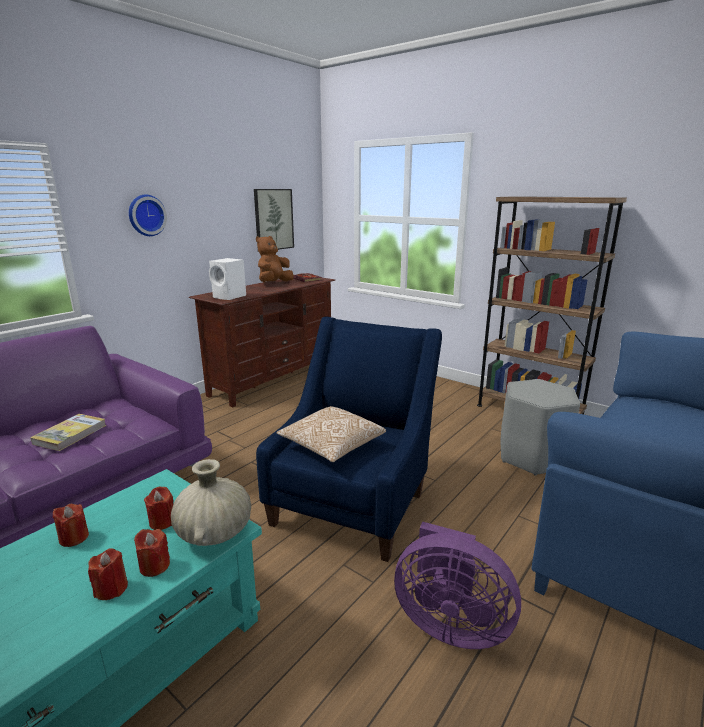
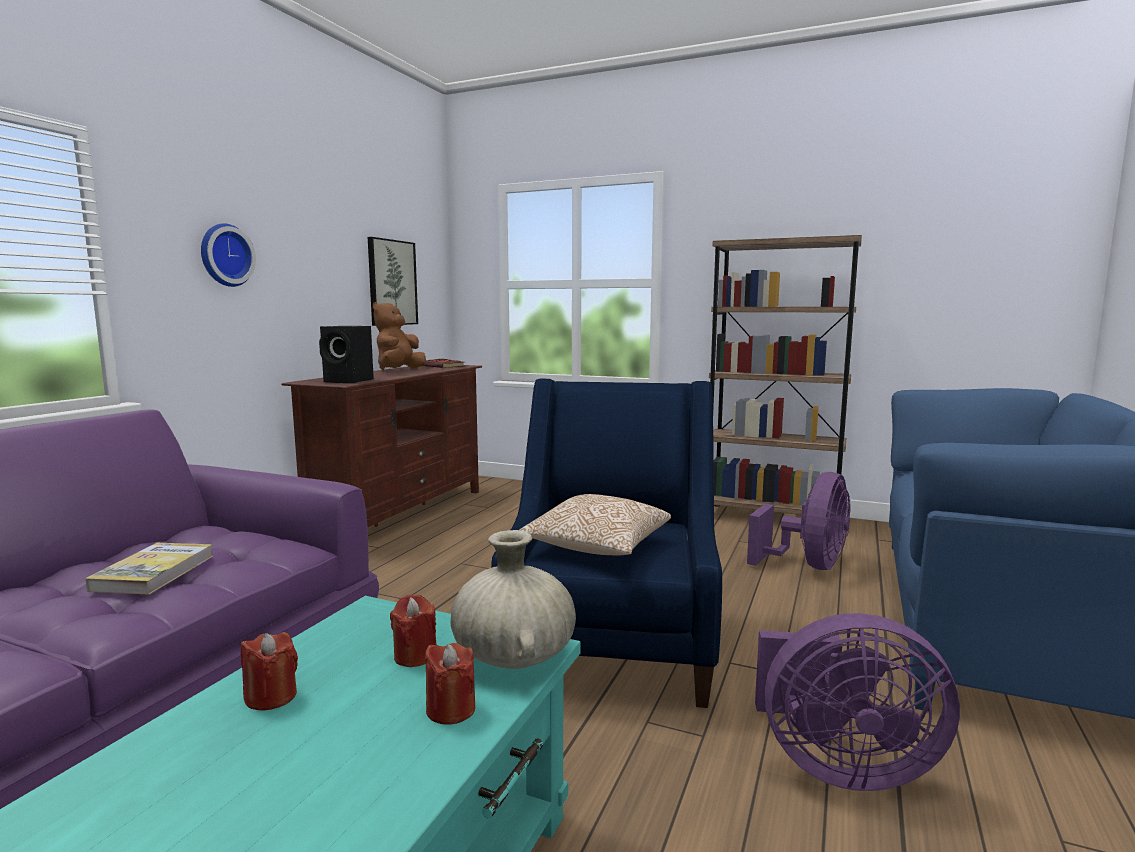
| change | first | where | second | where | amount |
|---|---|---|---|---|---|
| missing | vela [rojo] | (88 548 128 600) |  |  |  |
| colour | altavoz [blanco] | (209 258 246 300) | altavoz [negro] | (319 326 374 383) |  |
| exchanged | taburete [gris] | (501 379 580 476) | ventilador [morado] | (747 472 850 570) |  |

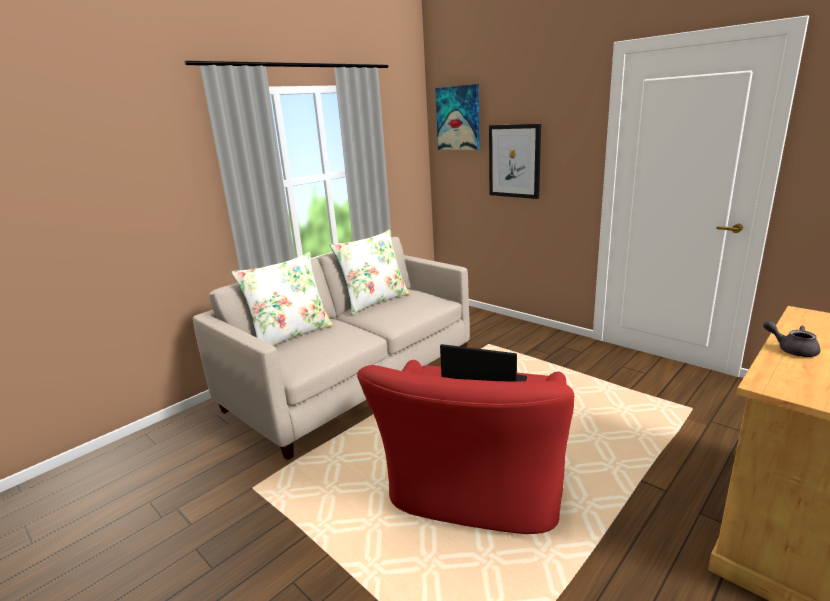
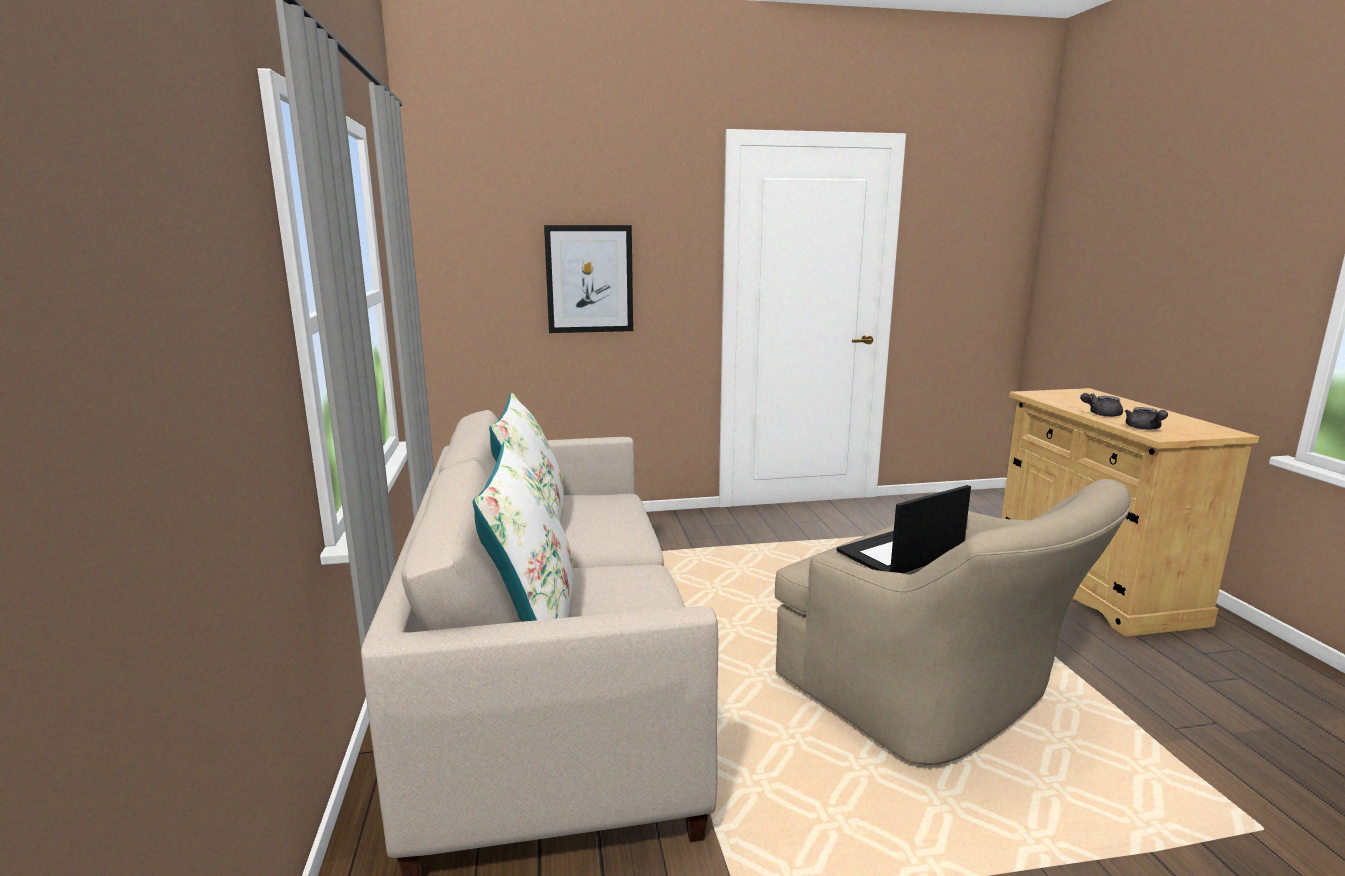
| change | first | where | second | where | amount |
|---|---|---|---|---|---|
| colour | sillón [rojo] | (357 360 575 534) | sillón [beis] | (775 479 1131 765) |  |
| missing | cuadro | (435 84 480 150) |  |  |  |
| appeared |  |  | tetera [gris] | (1125 407 1168 430) |  |

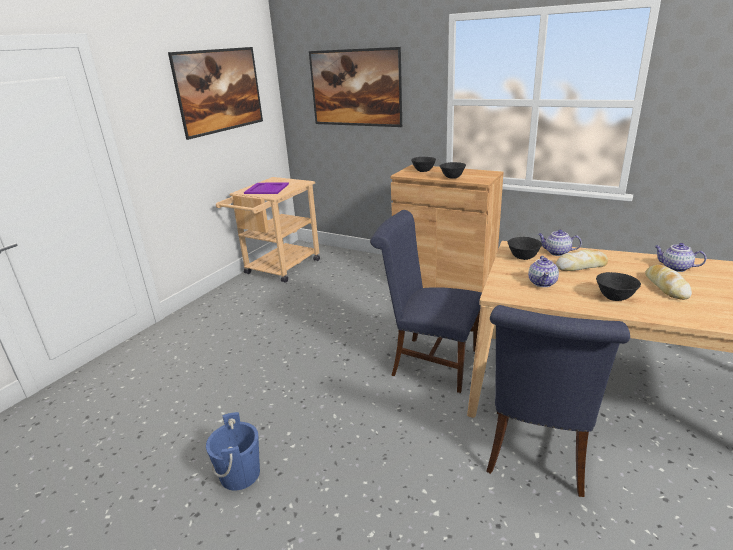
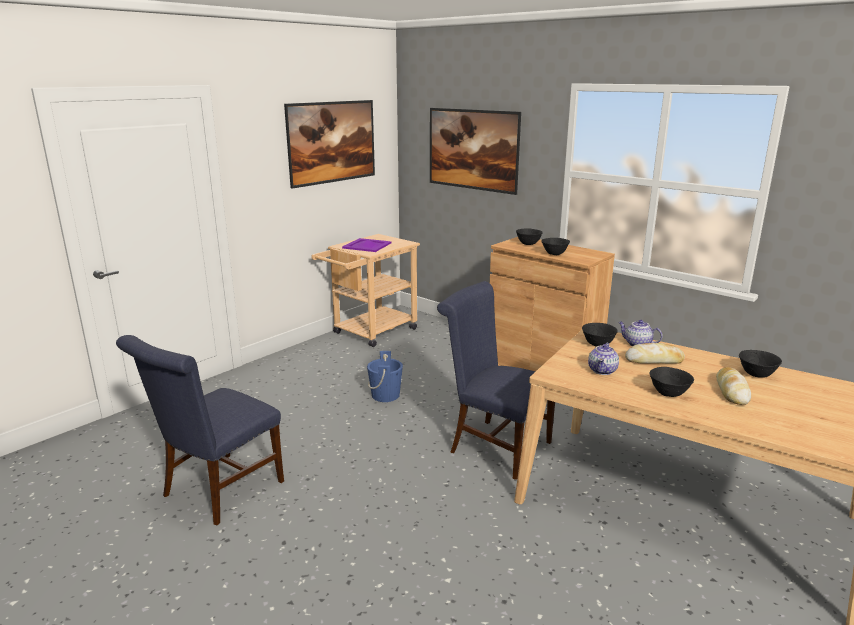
| change | first | where | second | where | amount |
|---|---|---|---|---|---|
| relocated | cubo [azul] | (206 412 260 491) |  | (367 351 403 402) |  |
| relocated | silla [azul] | (486 305 630 497) |  | (116 335 284 526) |  |
| exchanged | tetera | (654 243 706 272) | cuenco [negro] | (739 350 782 378) |  |

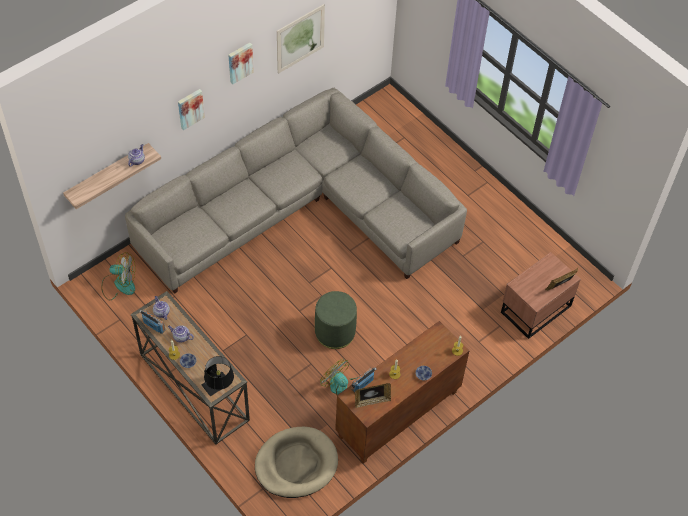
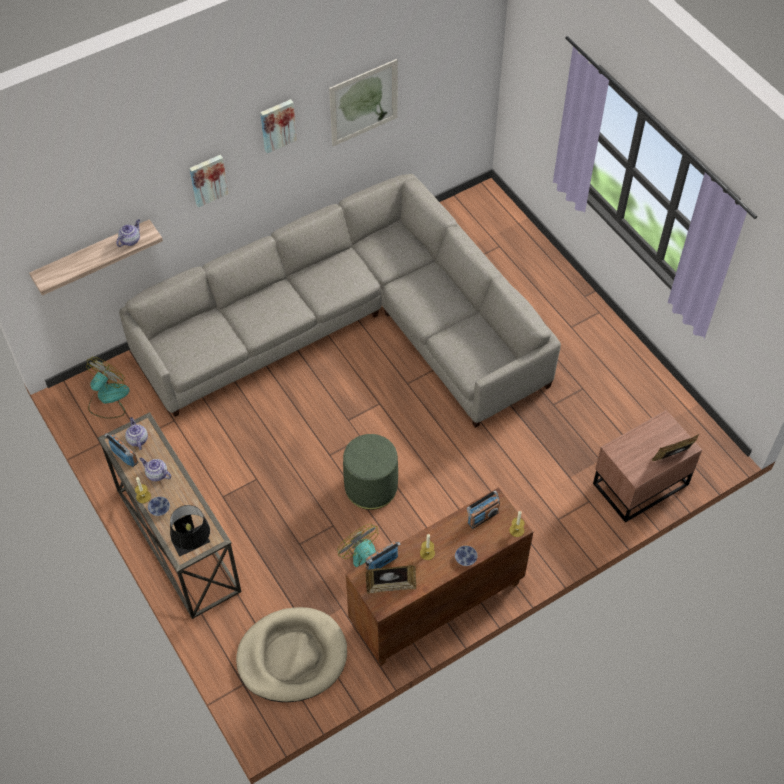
| change | first | where | second | where | amount |
|---|---|---|---|---|---|
| spun | ventilador | (101 252 135 300) |  | (86 357 130 419) | 75 degrees counterclockwise |
| appeared |  |  | radio | (467 491 500 529) |  |

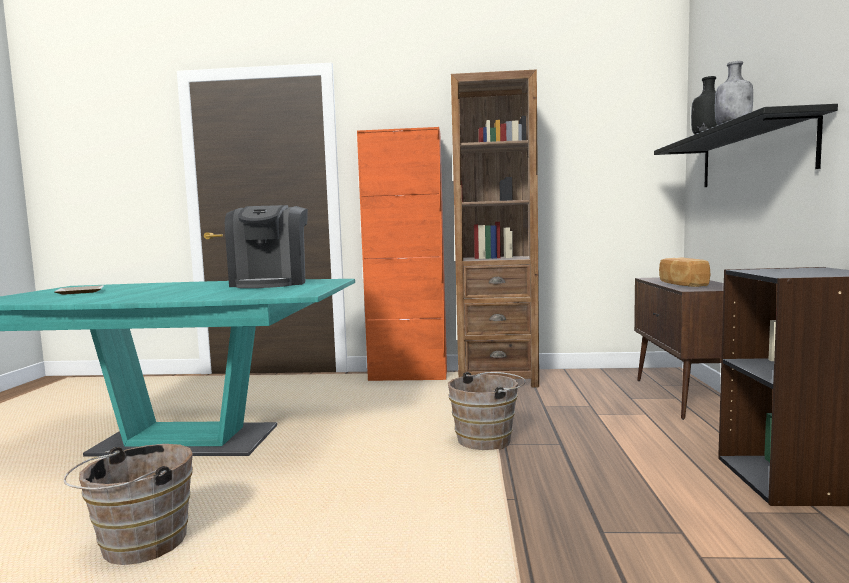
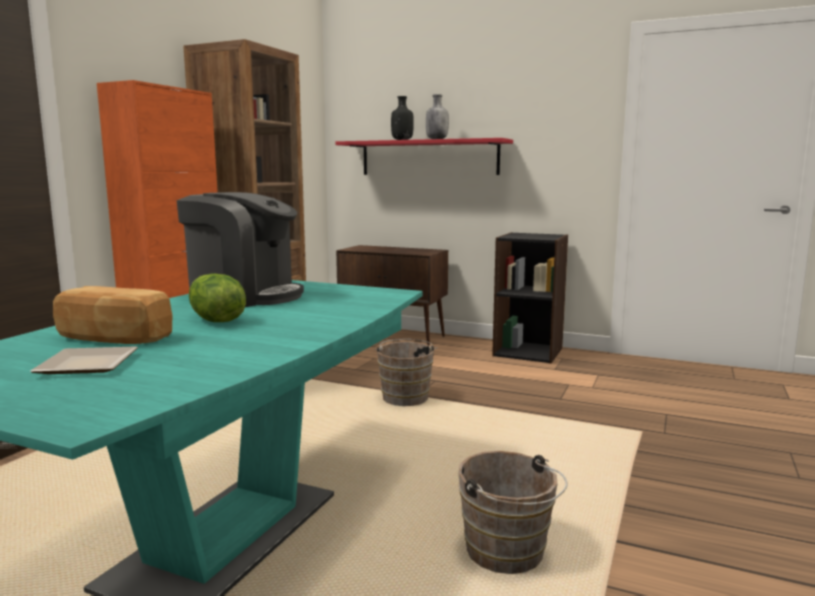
| change | first | where | second | where | amount |
|---|---|---|---|---|---|
| colour | estante [negro] | (654 104 838 187) | estante [rojo] | (335 138 513 175) |  |
| relocated | pan | (659 258 710 287) |  | (53 286 172 344) |  |
| appeared |  |  | lechuga | (189 273 246 322) |  |

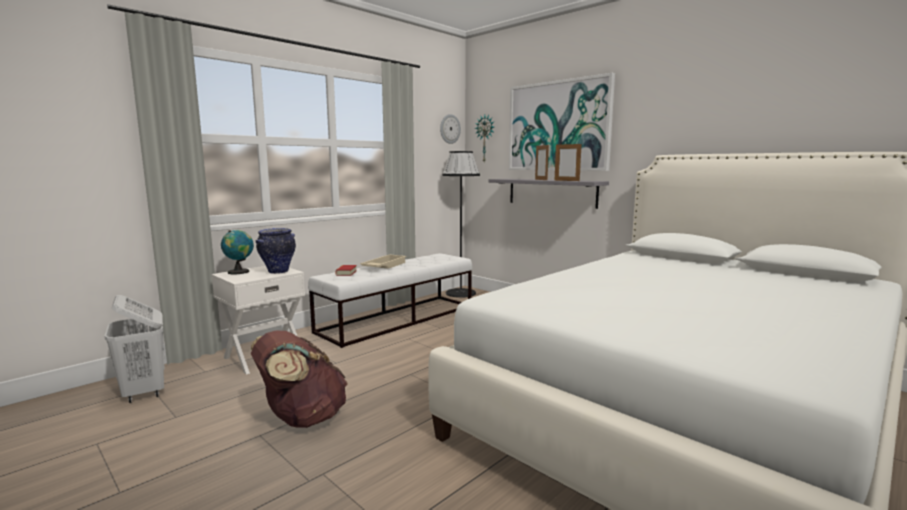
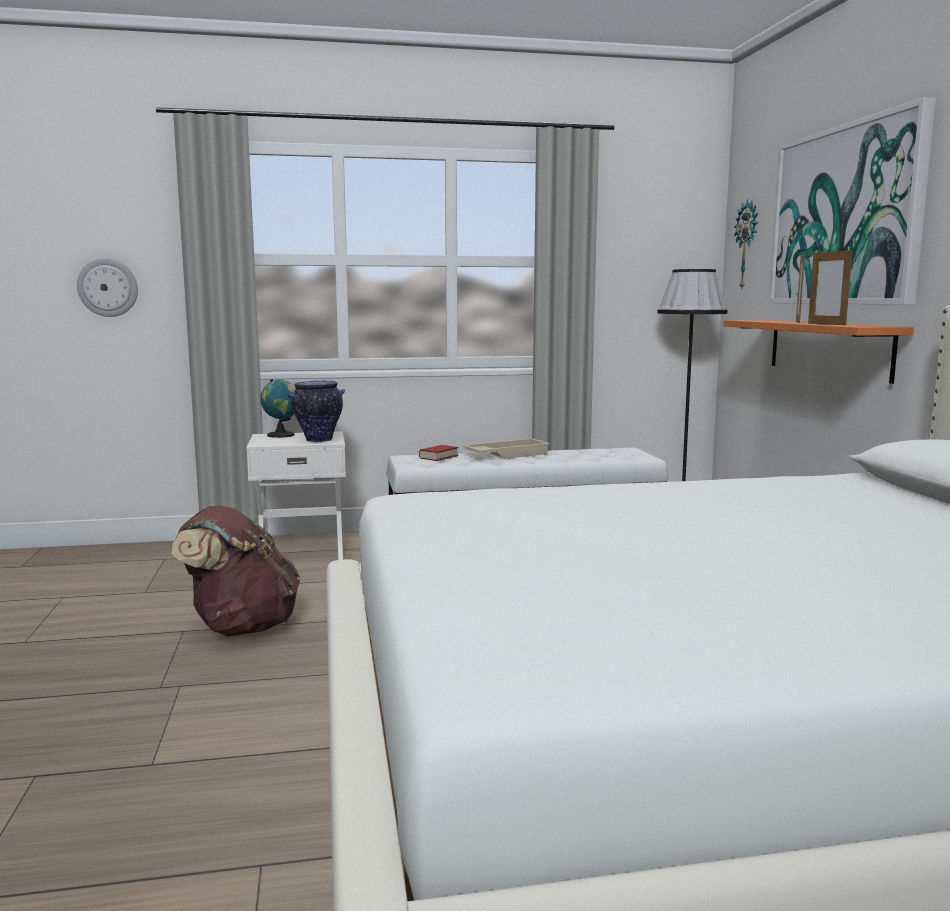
| change | first | where | second | where | amount |
|---|---|---|---|---|---|
| missing | cesto de la ropa [blanco] | (104 295 164 403) |  |  |  |
| relocated | reloj de pared | (440 114 461 144) |  | (77 258 138 317) |  |
| colour | estante [gris] | (488 179 609 209) | estante [naranja] | (724 320 914 384) |  |

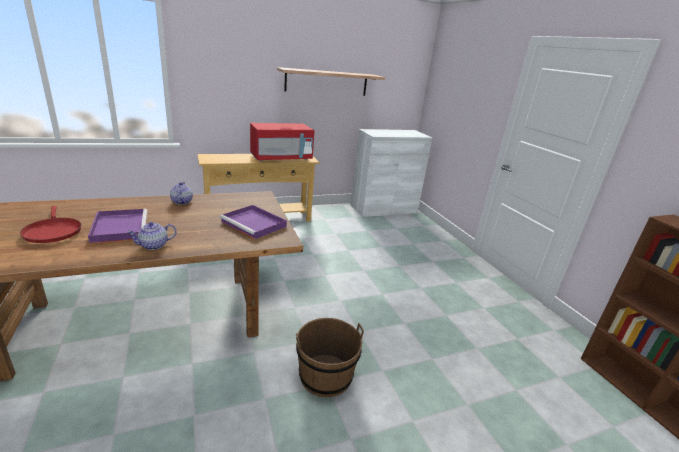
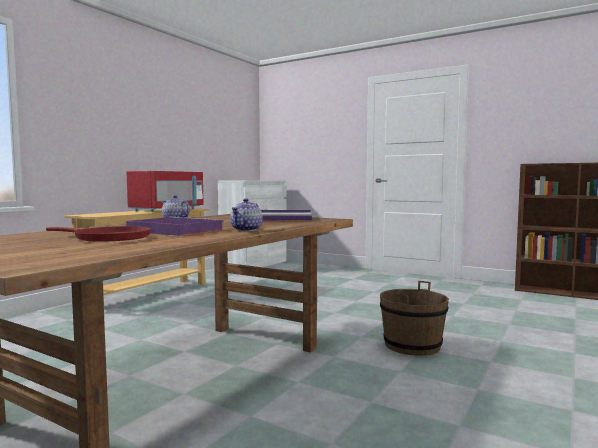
| change | first | where | second | where | amount |
|---|---|---|---|---|---|
| missing | estante | (277 67 385 96) |  |  |  |

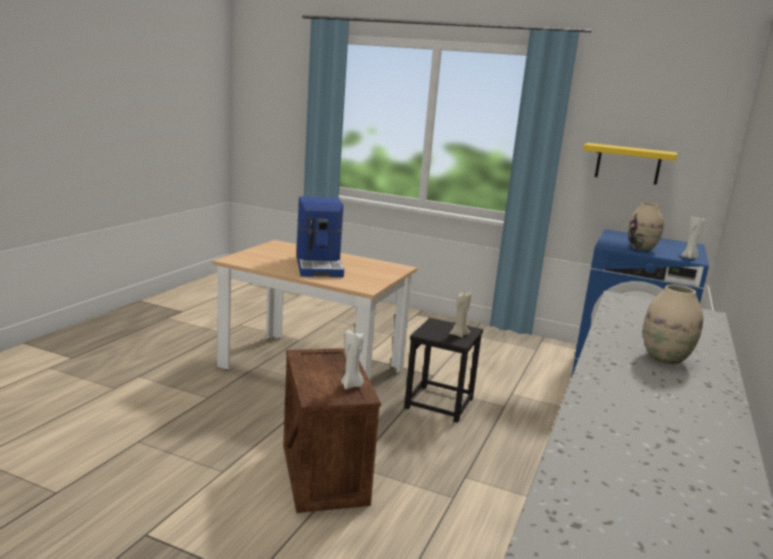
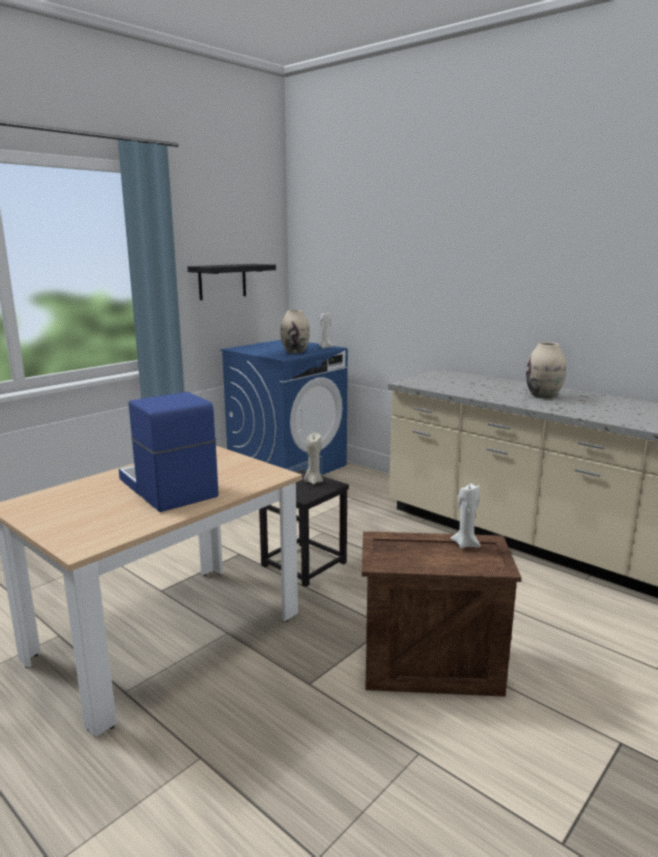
| change | first | where | second | where | amount |
|---|---|---|---|---|---|
| spun | cafetera | (296 196 344 277) |  | (119 392 219 512) | 135 degrees counterclockwise |
| colour | estante [amarillo] | (583 143 677 185) | estante [negro] | (187 264 276 300) |  |

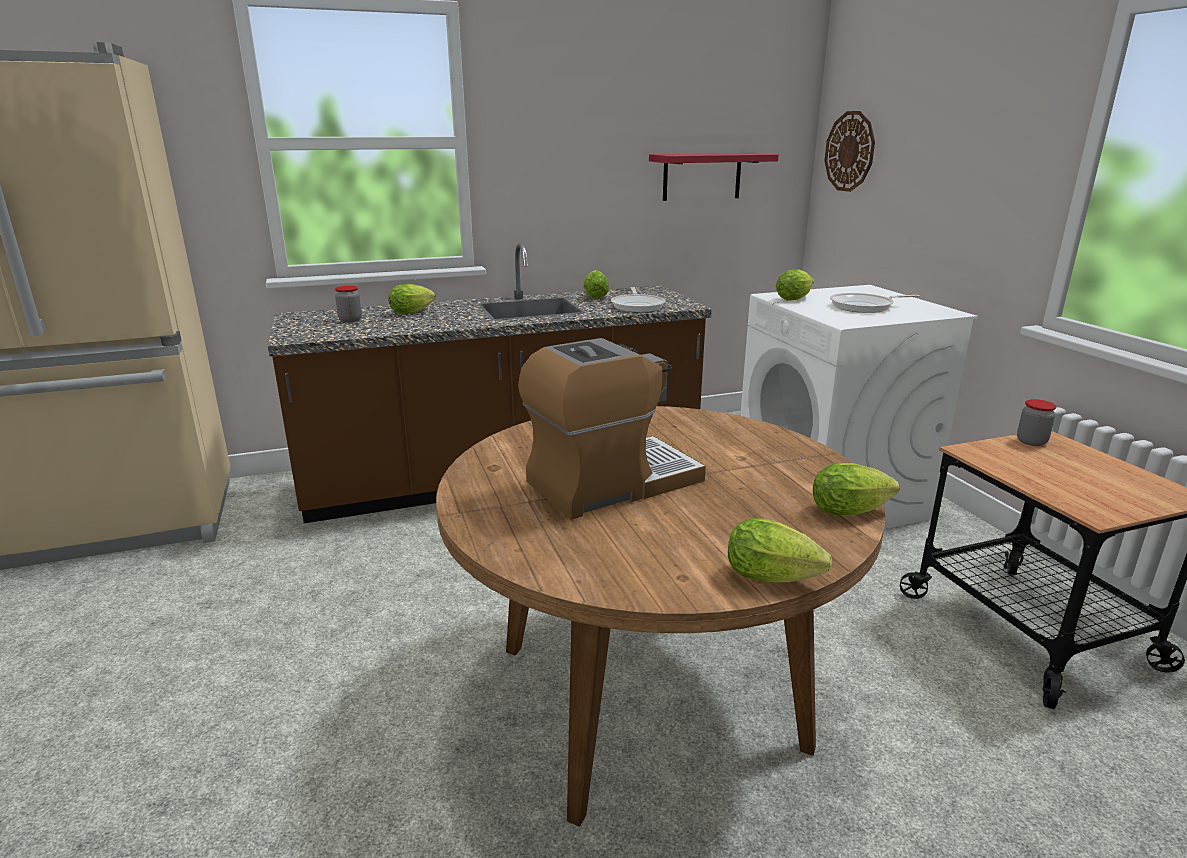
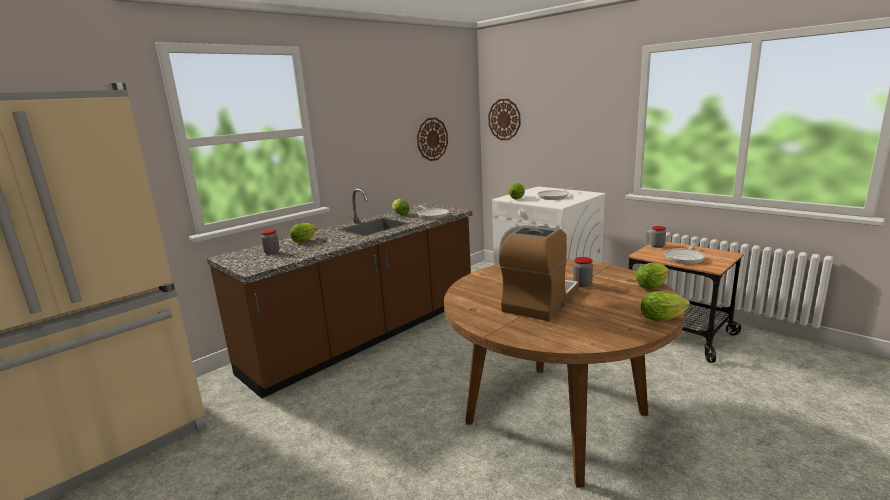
| change | first | where | second | where | amount |
|---|---|---|---|---|---|
| exchanged | estante [rojo] | (649 153 779 201) | reloj de pared | (417 117 448 161) |  |
| appeared |  |  | tarro | (573 257 593 287) |  |
| appeared |  |  | sartén | (664 243 706 264) |  |

